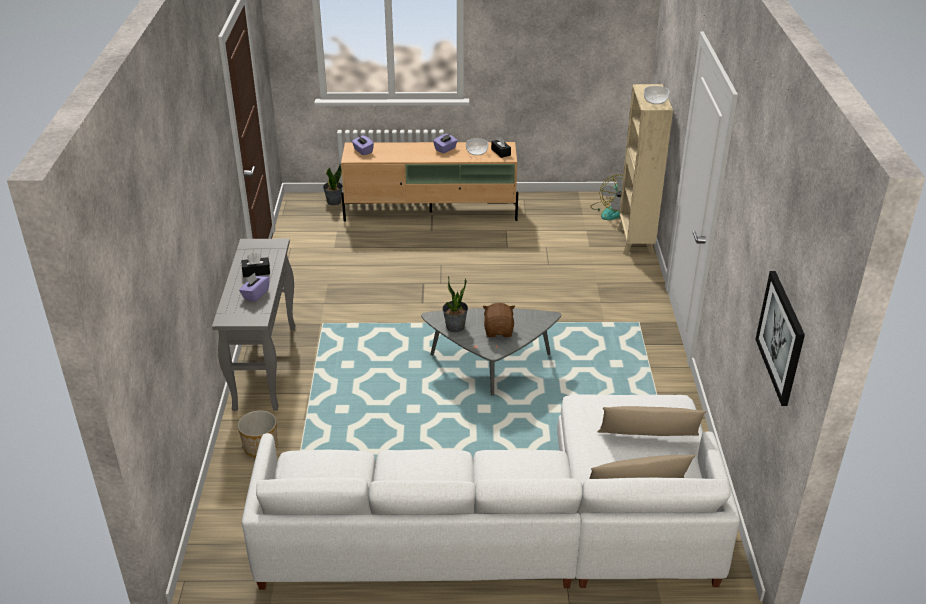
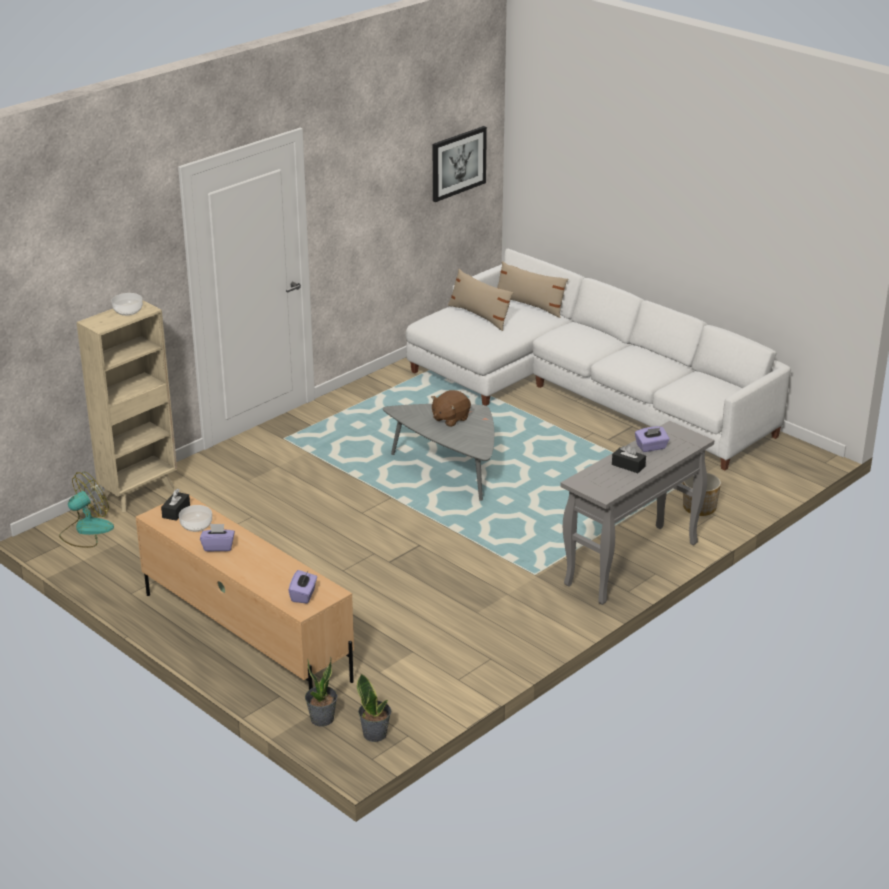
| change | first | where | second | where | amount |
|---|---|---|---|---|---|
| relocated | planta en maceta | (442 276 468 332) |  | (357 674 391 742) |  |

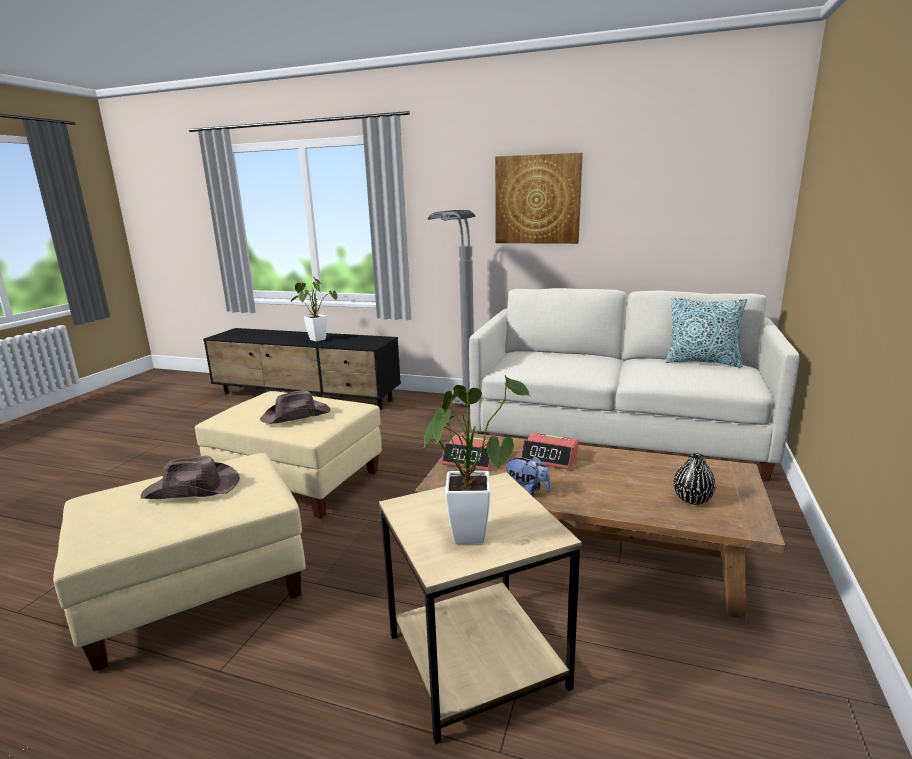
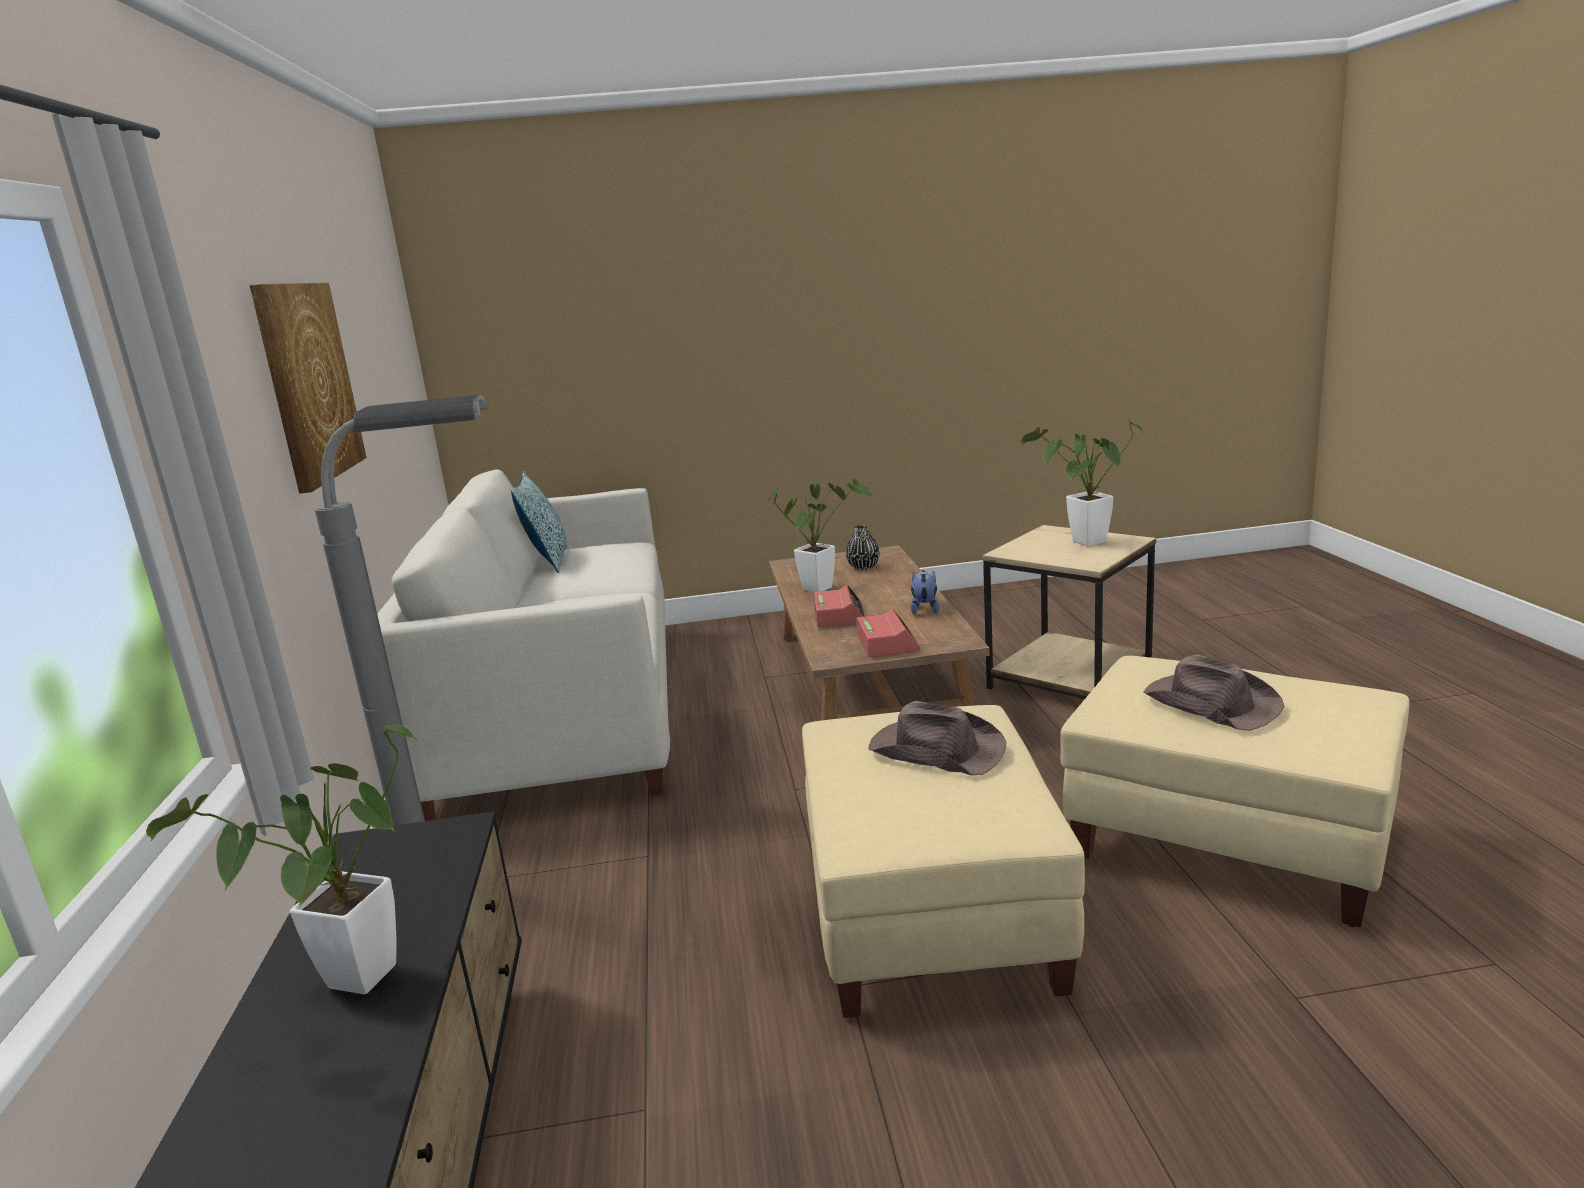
| change | first | where | second | where | amount |
|---|---|---|---|---|---|
| appeared |  |  | planta en maceta | (765 479 872 592) |  |

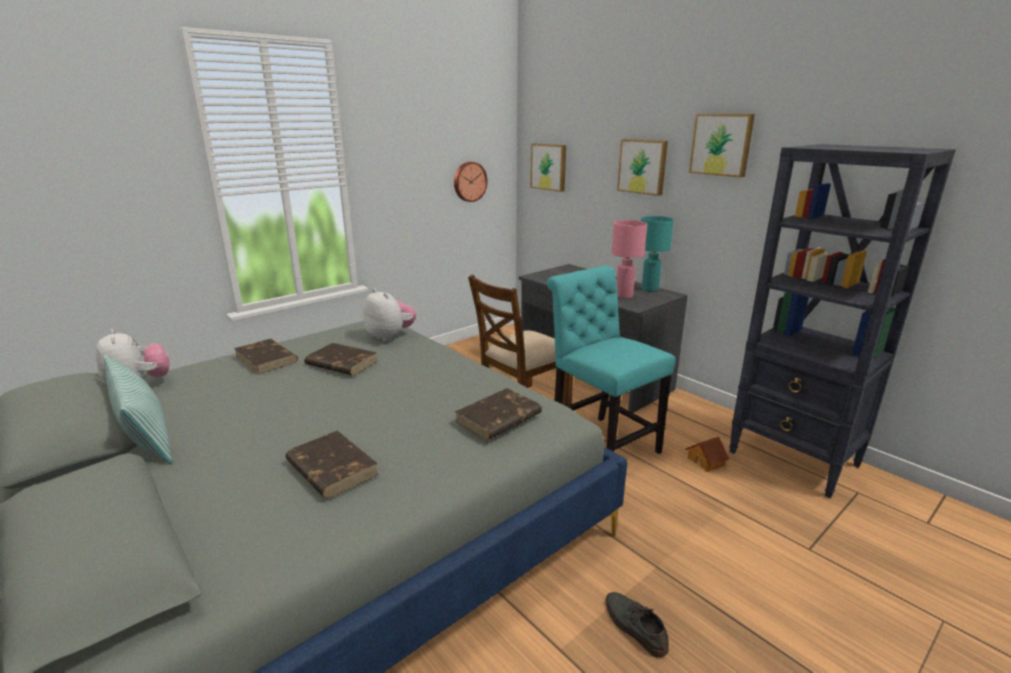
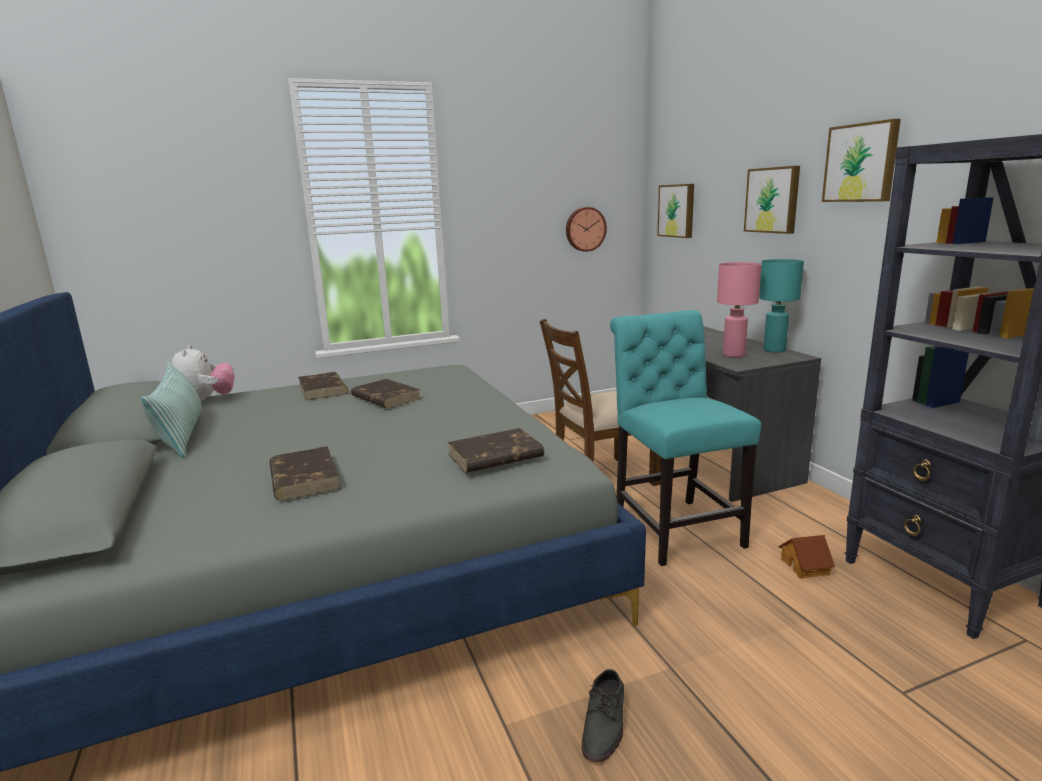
| change | first | where | second | where | amount |
|---|---|---|---|---|---|
| missing | peluche | (363 288 416 342) |  |  |  |
| spun | zapato [gris] | (606 592 669 658) |  | (582 669 624 762) | 150 degrees counterclockwise |

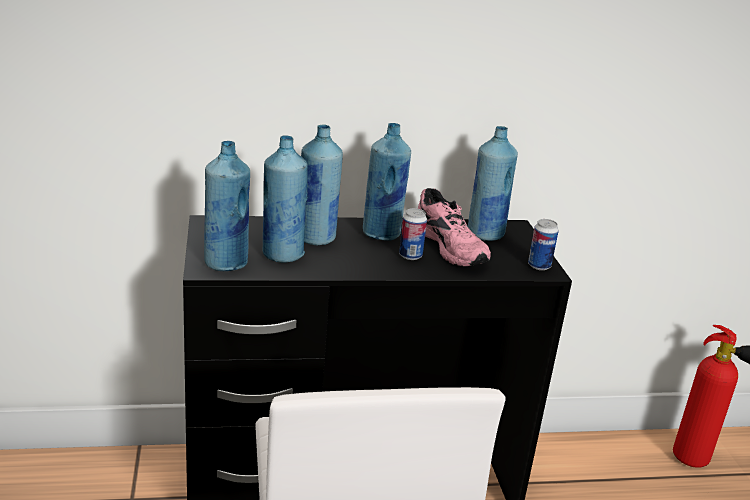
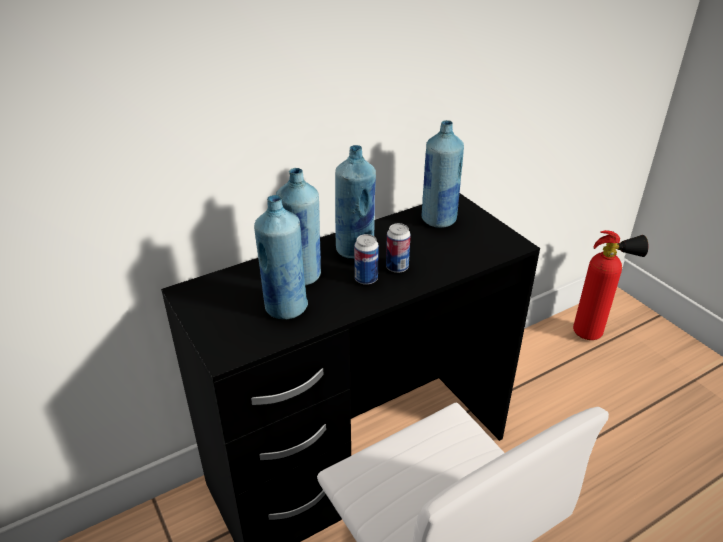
| change | first | where | second | where | amount |
|---|---|---|---|---|---|
| missing | botella [azul] | (204 141 250 271) |  |  |  |
| missing | zapato [rosa] | (418 188 491 266) |  |  |  |
| relocated | lata | (528 219 559 270) |  | (354 234 379 285) |  |

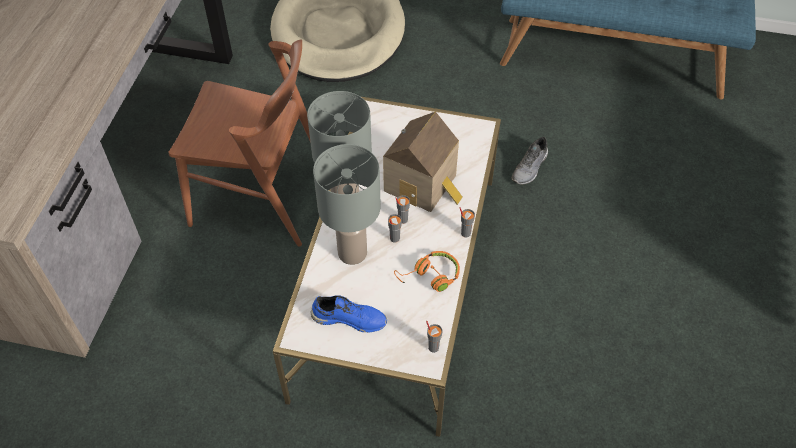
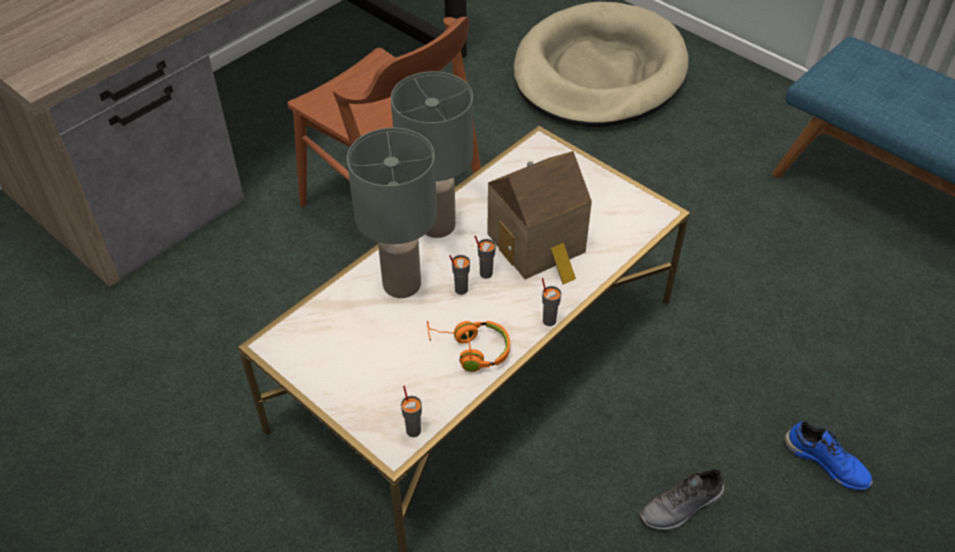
| change | first | where | second | where | amount |
|---|---|---|---|---|---|
| relocated | zapato [azul] | (311 295 387 333) |  | (784 421 873 490) |  |
| relocated | zapato [gris] | (512 137 548 185) |  | (639 469 724 530) |  |

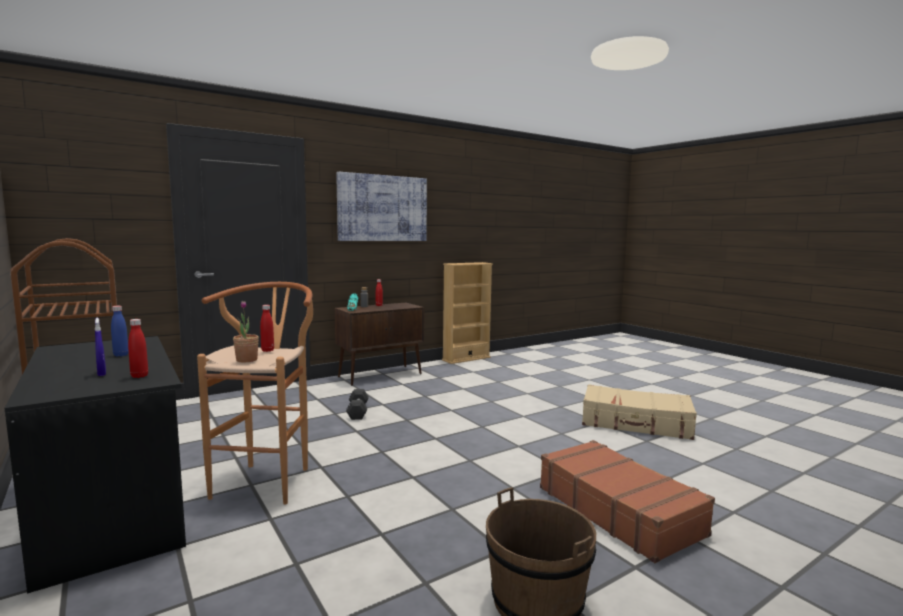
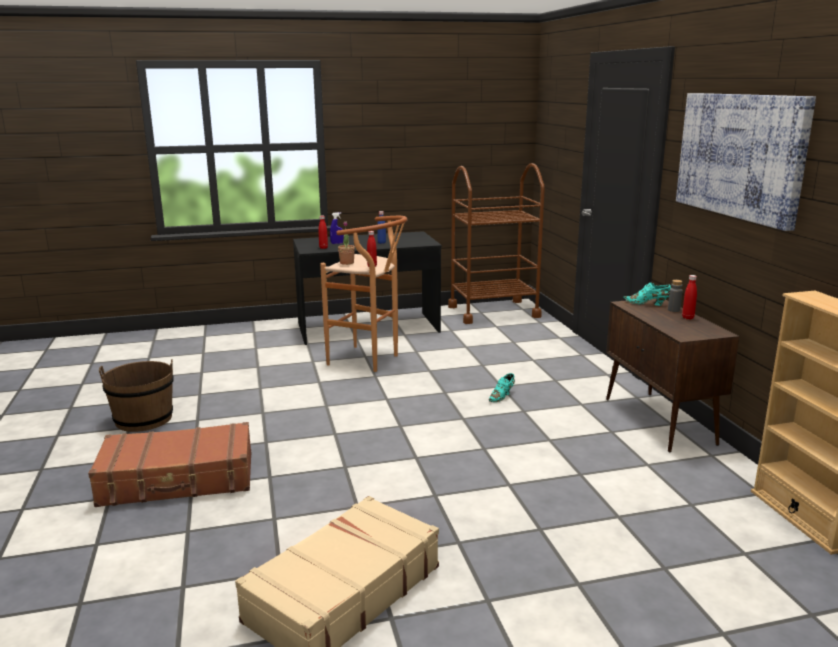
| change | first | where | second | where | amount |
|---|---|---|---|---|---|
| exchanged | mancuerna [negro] | (346 389 369 420) | zapato [turquesa] | (489 373 515 402) |  |

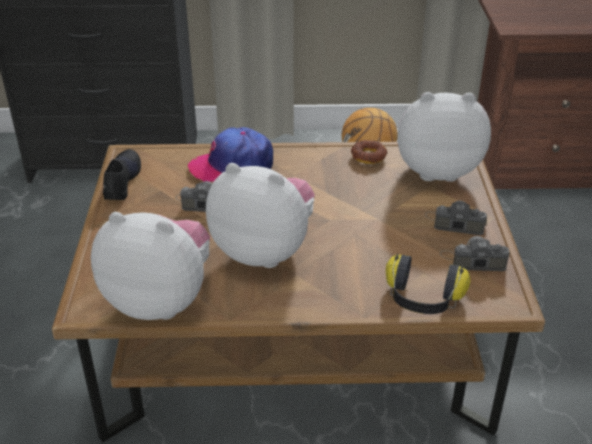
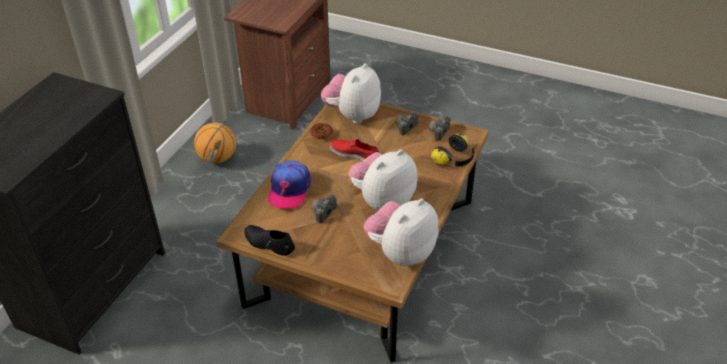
| change | first | where | second | where | amount |
|---|---|---|---|---|---|
| appeared |  |  | zapato [rojo] | (330 139 379 161) |  |

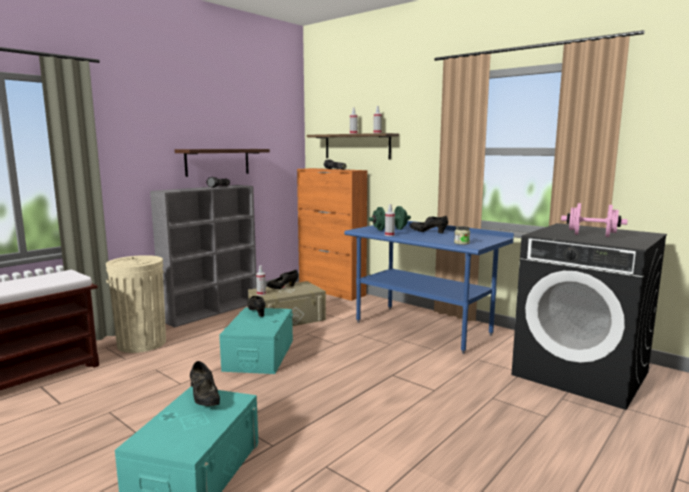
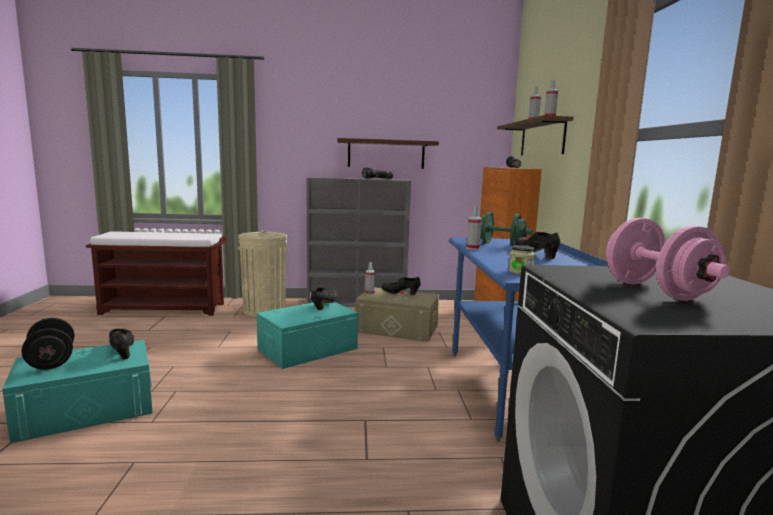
| change | first | where | second | where | amount |
|---|---|---|---|---|---|
| spun | zapato [negro] | (190 361 220 406) |  | (109 329 134 360) | 135 degrees clockwise |
| appeared |  |  | mancuerna [negro] | (21 318 74 370) |  |

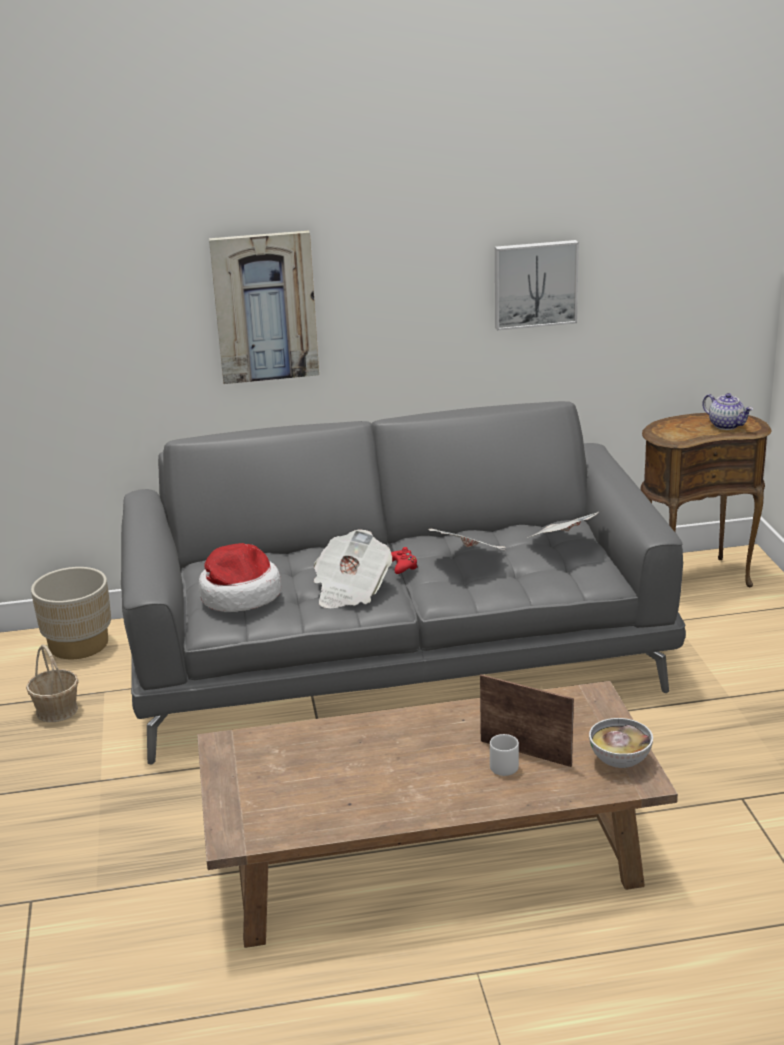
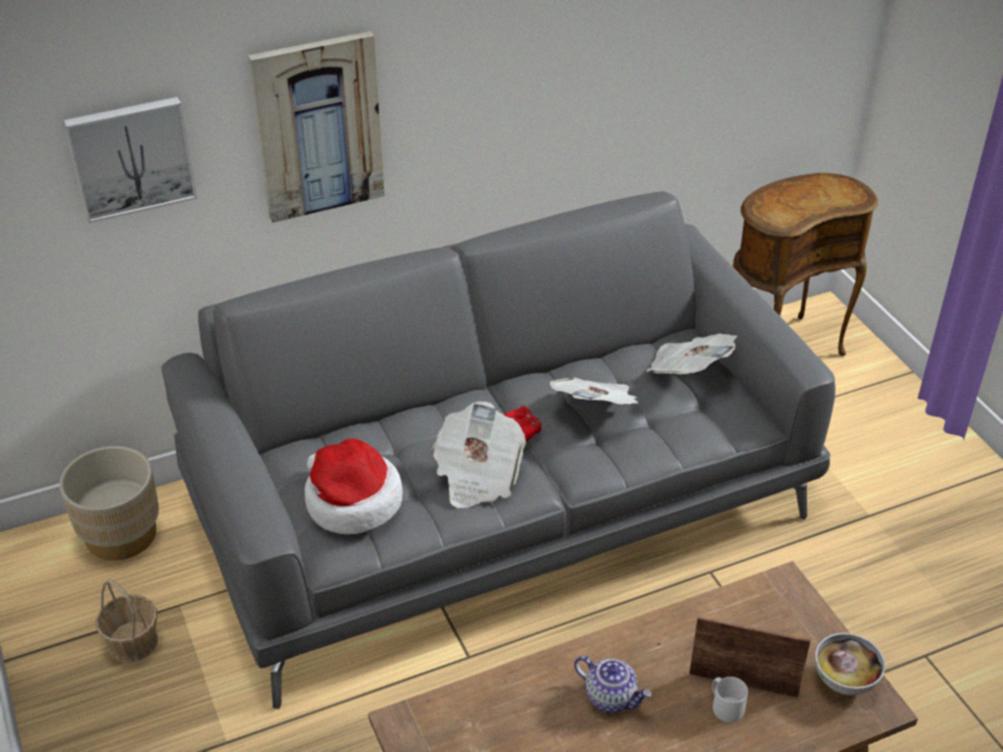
| change | first | where | second | where | amount |
|---|---|---|---|---|---|
| relocated | cuadro | (495 240 579 330) |  | (64 97 197 223) |  |
| relocated | tetera | (702 393 753 430) |  | (574 655 652 713) |  |

